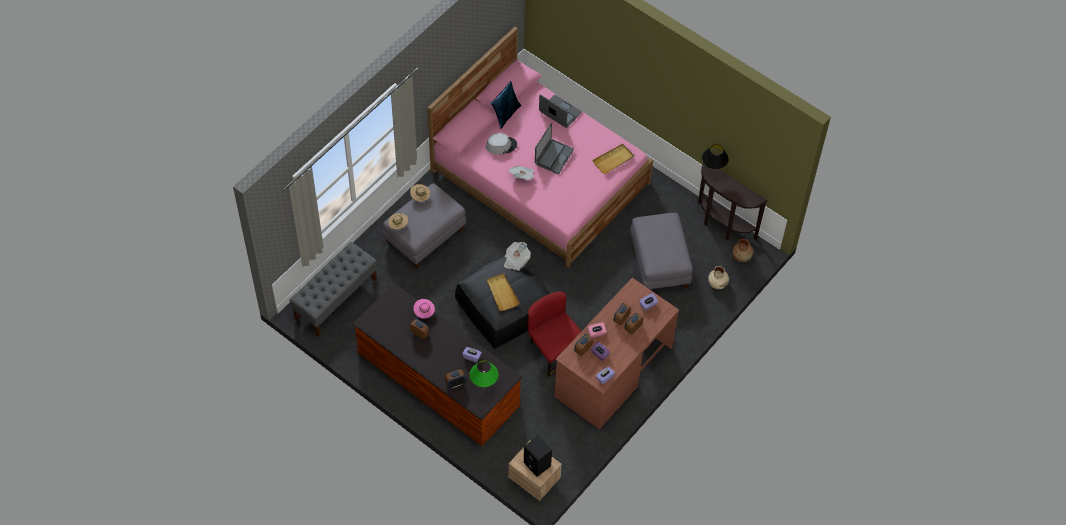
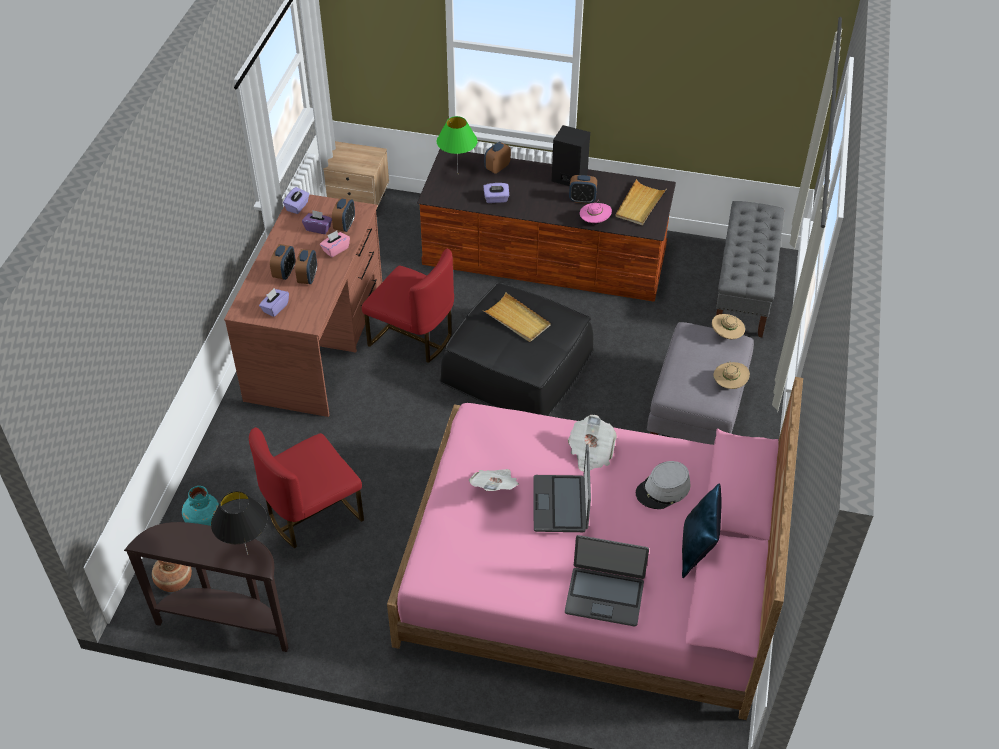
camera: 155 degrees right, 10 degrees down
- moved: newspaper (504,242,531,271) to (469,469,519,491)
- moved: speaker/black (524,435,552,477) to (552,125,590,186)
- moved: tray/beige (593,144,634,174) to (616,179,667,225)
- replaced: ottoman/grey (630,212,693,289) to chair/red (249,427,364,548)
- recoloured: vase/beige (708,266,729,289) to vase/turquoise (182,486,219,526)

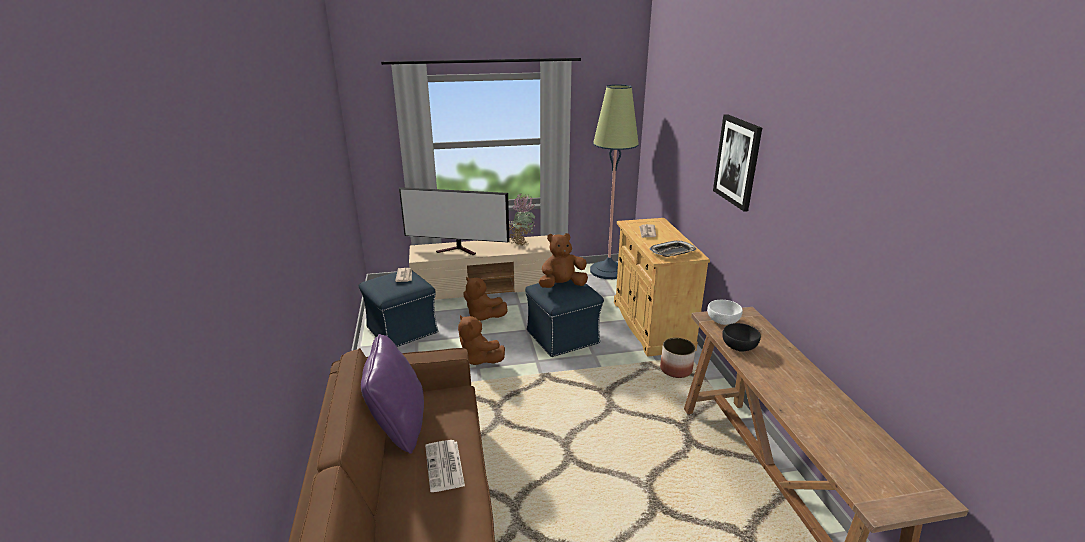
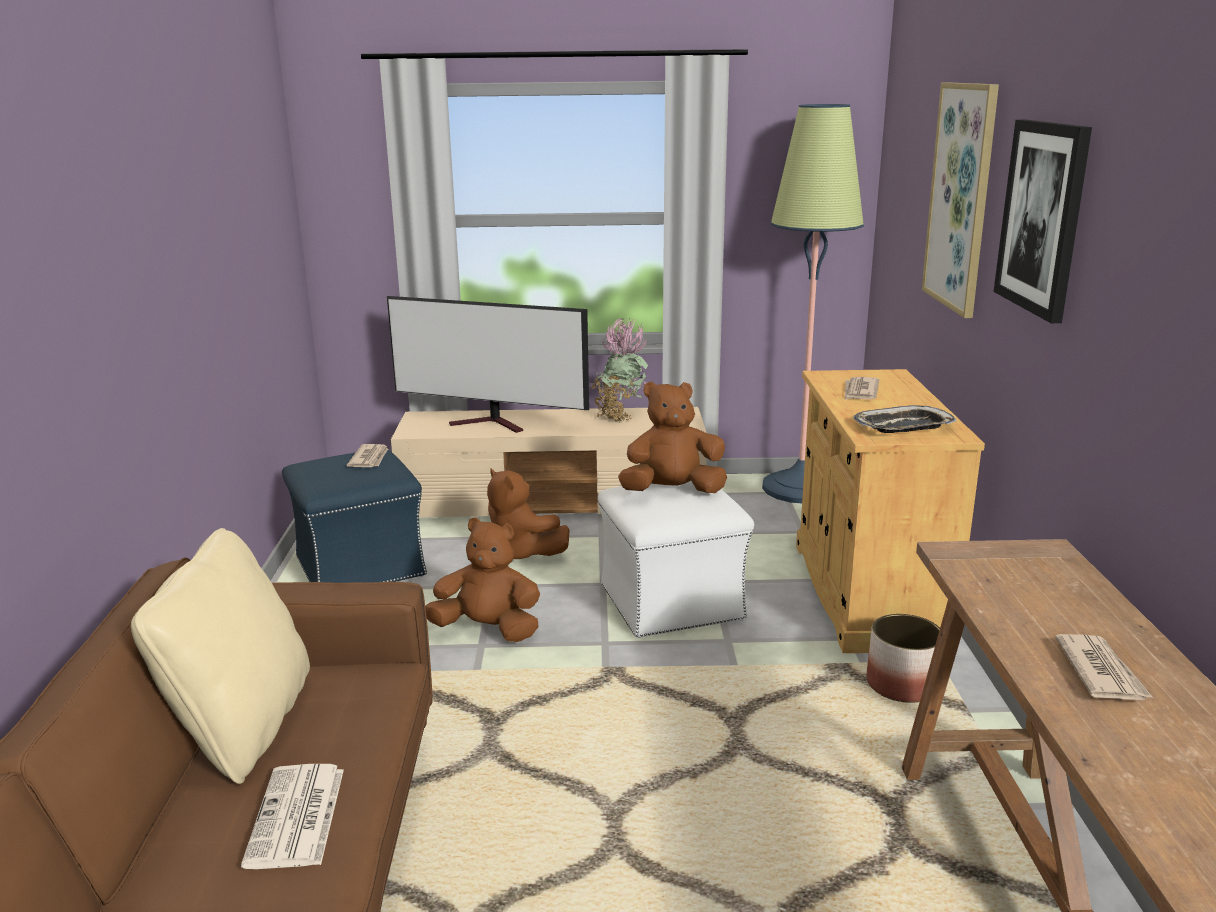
camera: 10 degrees right, 5 degrees down
- recoloured: pillow/purple (361,334,424,454) to pillow/beige (131,528,310,784)
- turned: plush toy/brown (458,315,505,365) = (425,517,540,642) 135 degrees clockwise
- recoloured: ottoman/blue (525,280,604,357) to ottoman/white (598,481,754,638)
- removed: bowl/white (707,300,743,325)
- removed: bowl/black (722,323,761,352)
- added: picture (922,82,999,318)
- added: newspaper (1055,634,1153,700)

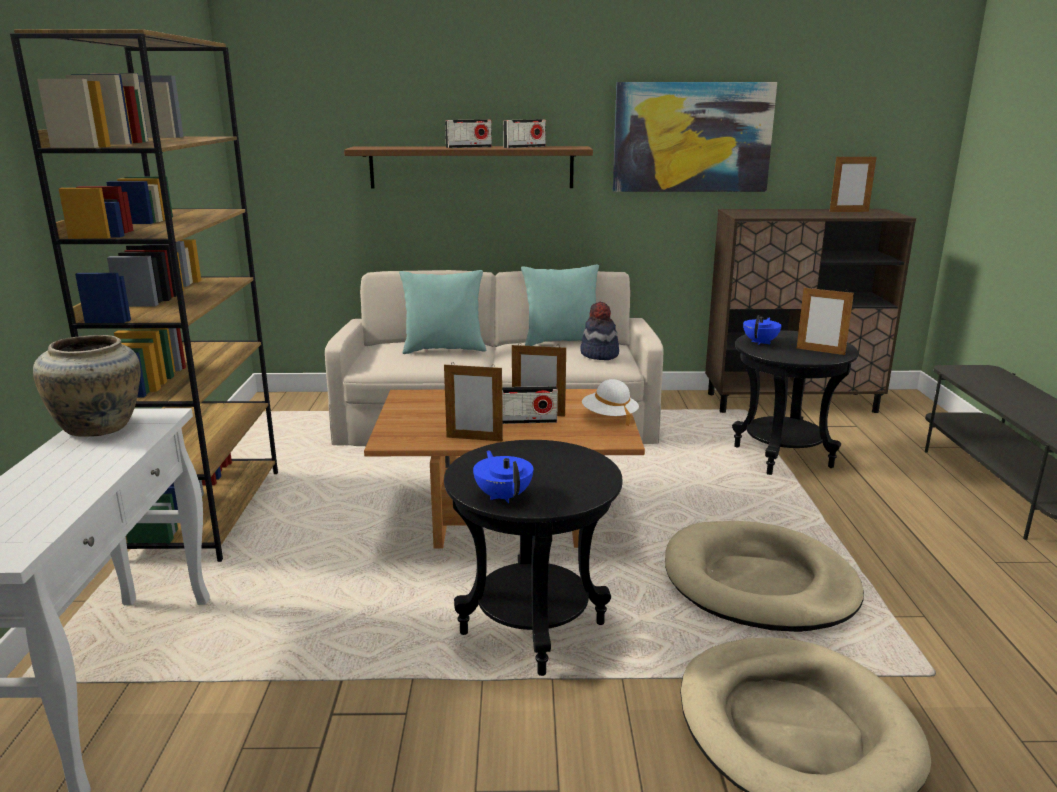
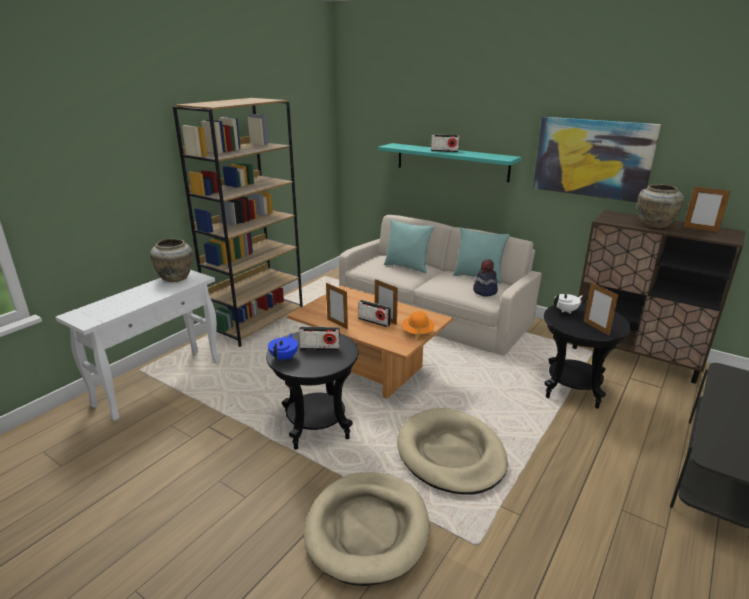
camera: 35 degrees right, 5 degrees up
- recoloured: shelf/brown (344,146,593,189) to shelf/turquoise (378,143,522,182)
- moved: radio (503,119,546,148) to (299,327,340,350)
- recoloured: hat/white (582,379,639,426) to hat/orange (402,311,435,341)
- recoloured: teapot/blue (743,315,782,345) to teapot/white (554,293,583,314)
- added: vase/beige (638,184,684,228)

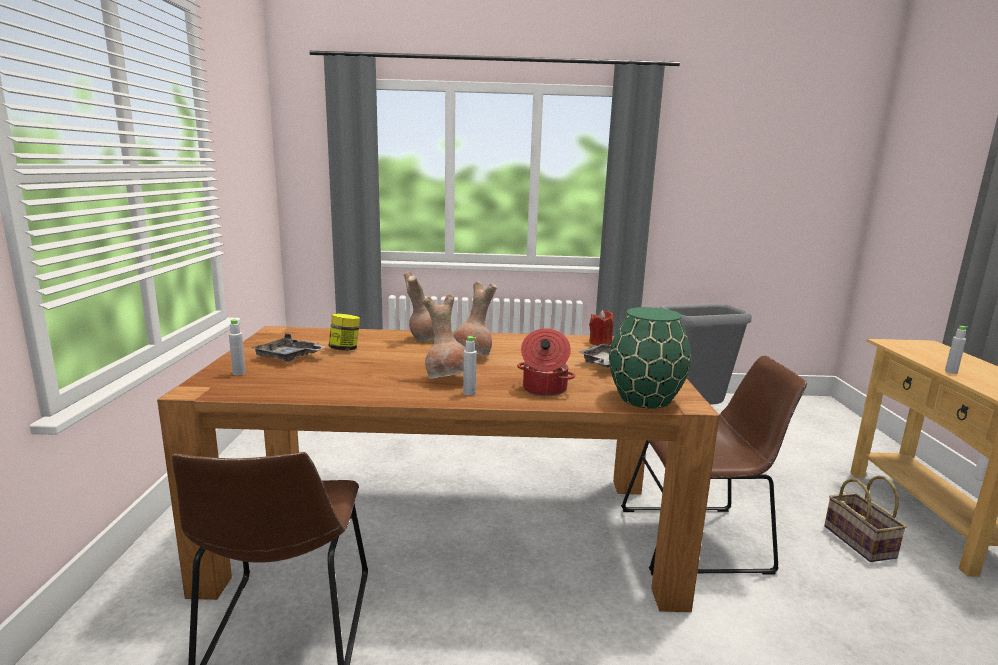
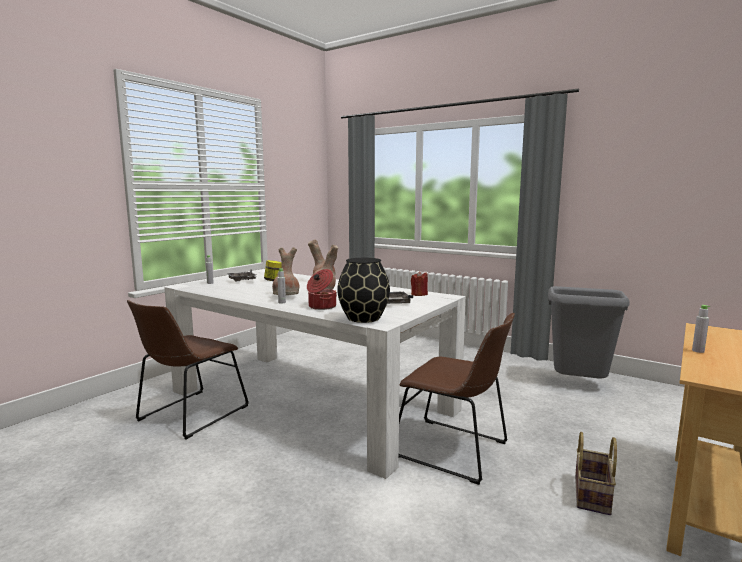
camera: 35 degrees right, 5 degrees down
- recoloured: dining table/brown (157,326,719,612) to dining table/white (164,269,466,479)
- recoloured: vase/green (609,307,691,408) to vase/black (337,258,390,323)

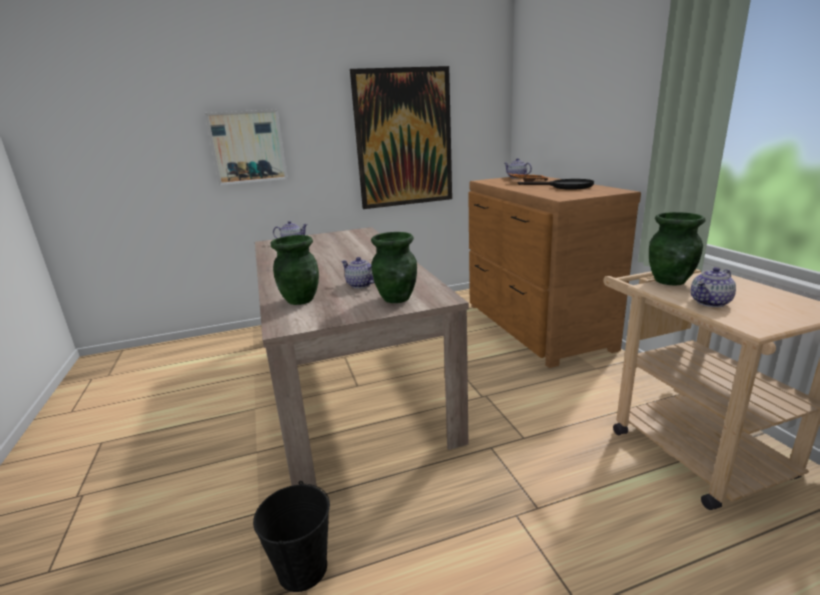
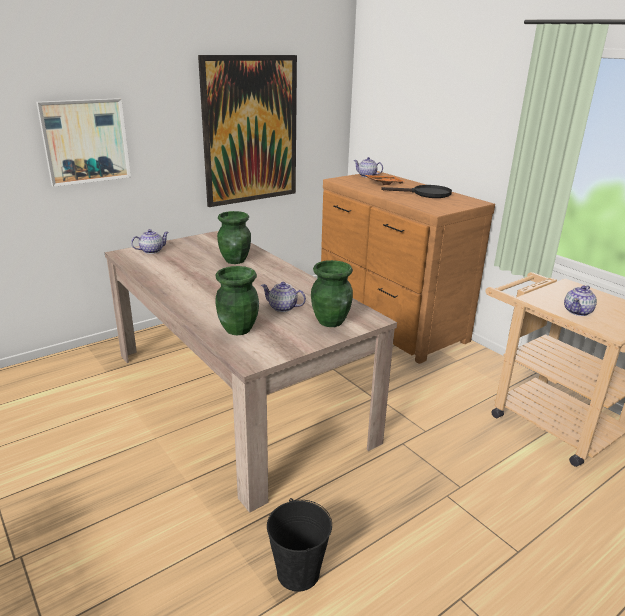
camera: 20 degrees left, 5 degrees up
- moved: vase/green (649,212,706,286) to (217,211,251,264)

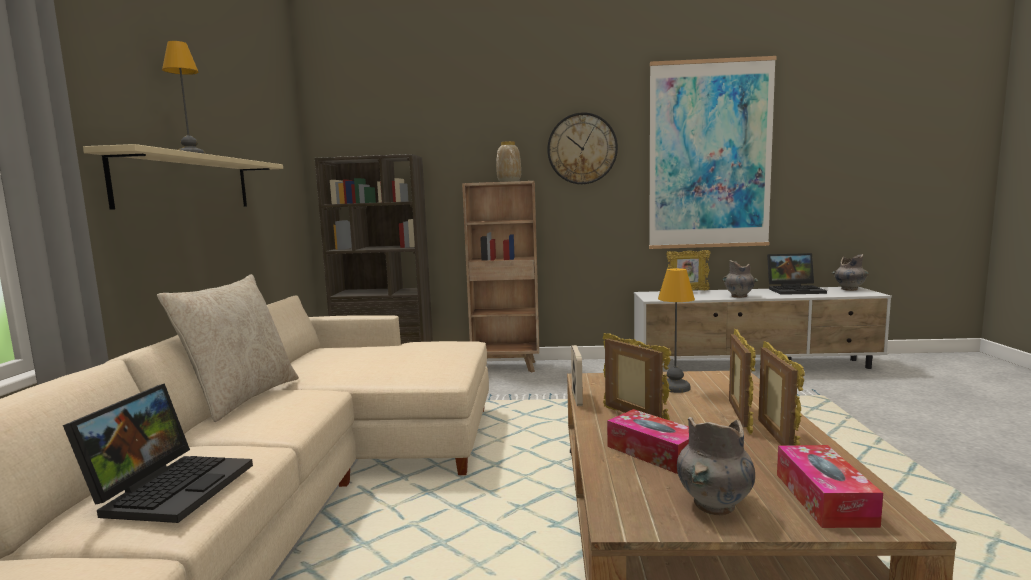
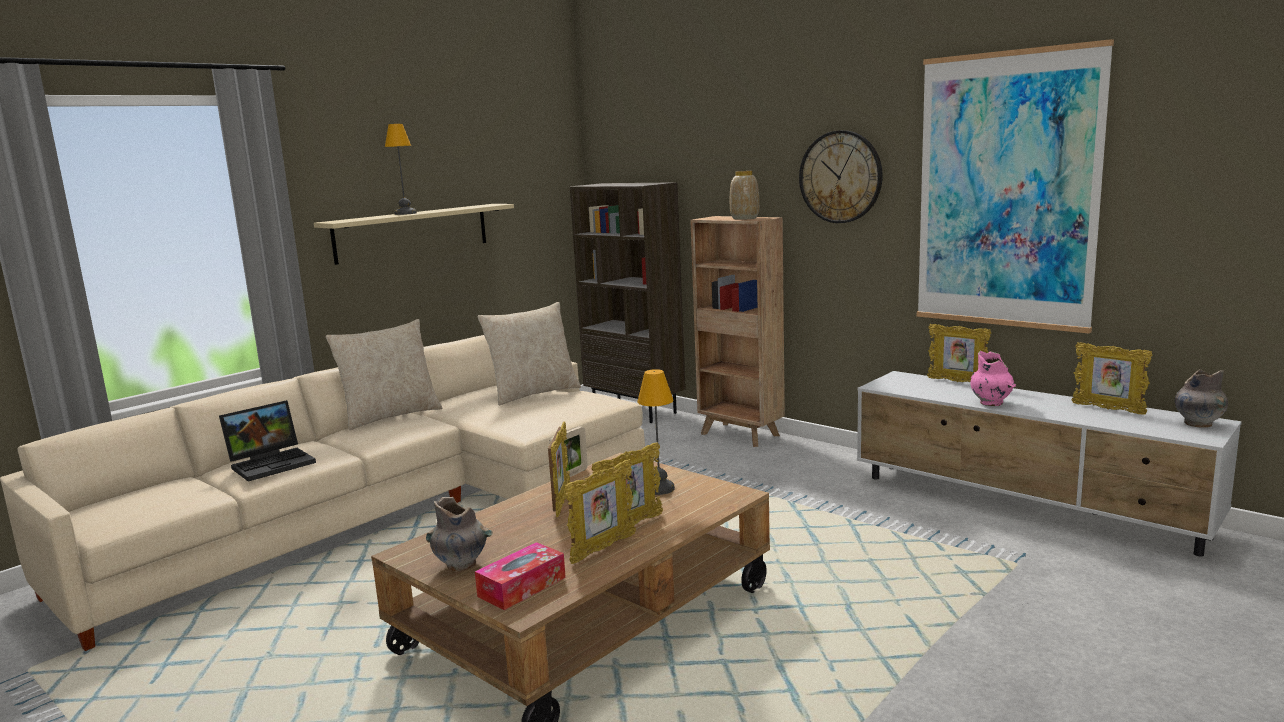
camera: 40 degrees right, 5 degrees up
- removed: tissue box (607,409,689,474)
- recoloured: vase/grey (722,260,758,298) to vase/pink (970,351,1016,406)
- replaced: laptop (767,253,827,295) to picture frame (1072,343,1153,415)
- added: pillow/beige (477,302,581,405)

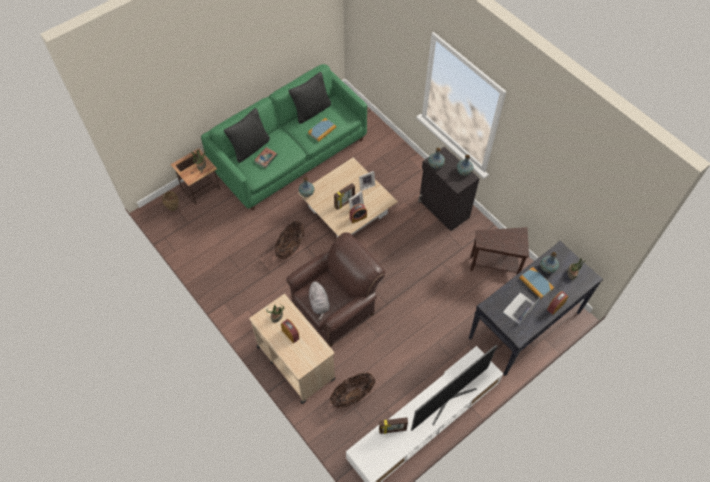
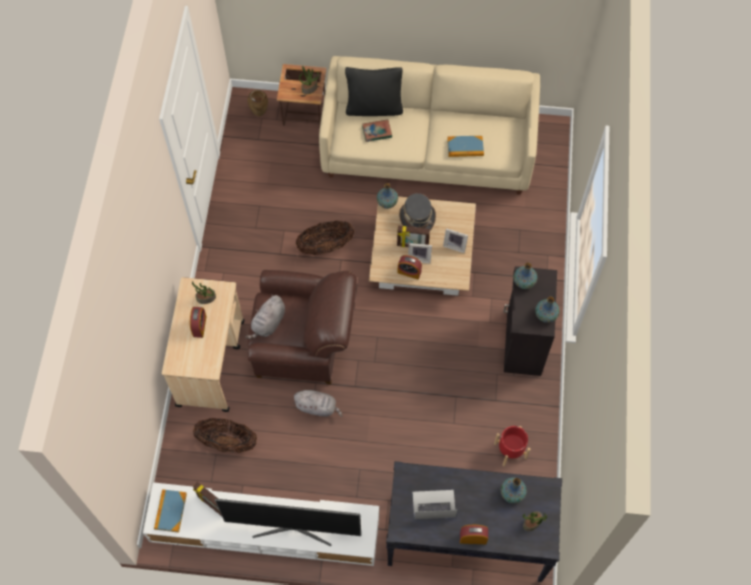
camera: 45 degrees right, 5 degrees up
- recoloured: sofa/green (201,64,367,211) to sofa/beige (319,56,540,195)
- removed: pillow/black (289,72,331,124)
- replaced: side table/brown (470,227,529,275) to planter/red (494,426,531,466)
- moved: book (520,267,554,299) to (154,489,187,533)
- added: plush toy/grey (293,390,343,417)
- added: hat/grey (399,193,436,231)

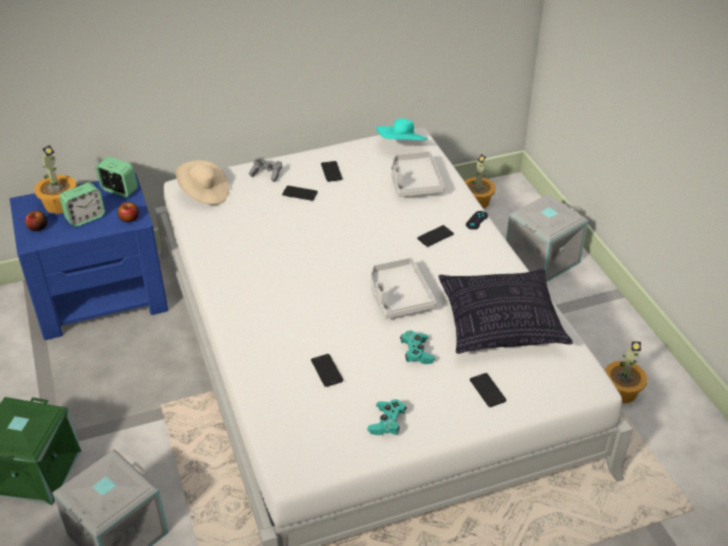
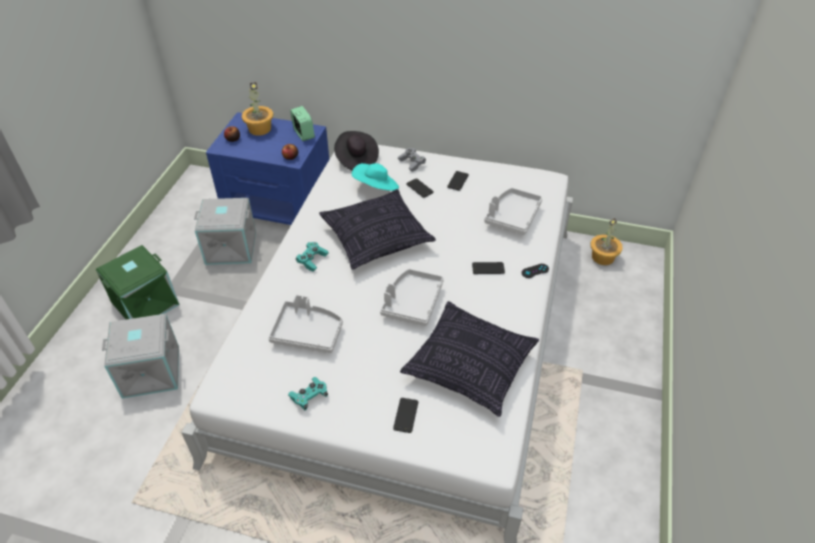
camera: 35 degrees right, 5 degrees up
- removed: alarm clock (60,182,105,227)
- recoloured: hat/beige (176,160,229,205) to hat/black (334,131,379,171)
- replaced: phone (311,354,343,387) to tray/grey (268,295,343,353)
- moved: hat/turquoise (376,118,428,140) to (352,163,399,191)
- moved: game controller/turquoise (400,330,435,364) to (296,242,329,272)
- moved: storage box/grey (506,194,589,282) to (194,198,256,265)
- removed: potted plant (605,341,647,403)
- added: pillow (319,189,436,270)

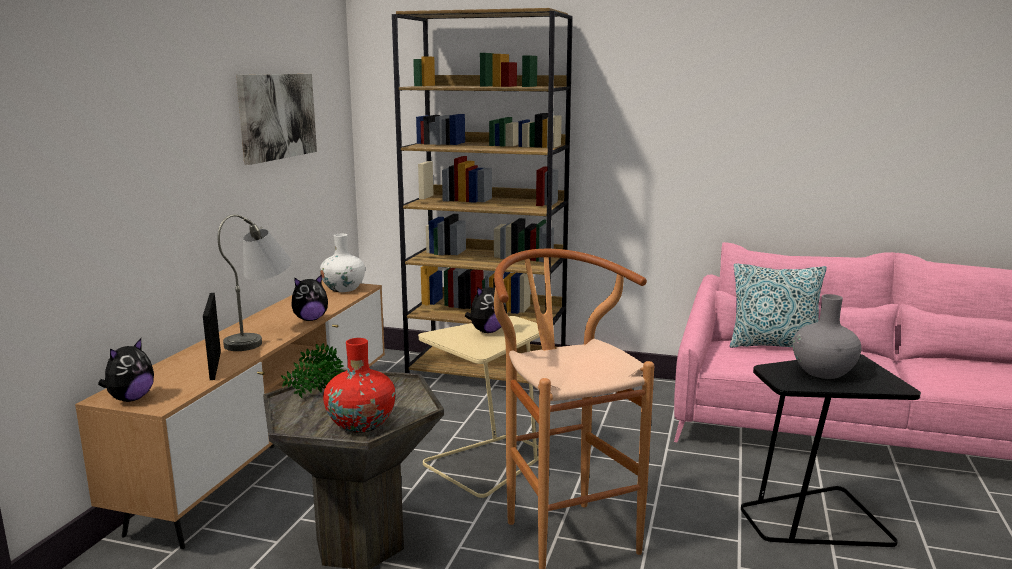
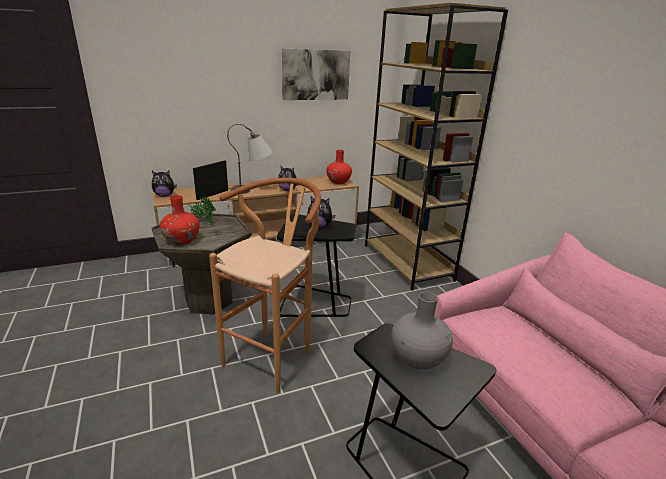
camera: 50 degrees right, 10 degrees up
- recoloured: vase/white (320,234,365,292) to vase/red (326,150,352,184)
- recoloured: side table/beige (418,316,540,498) to side table/black (277,214,356,317)
- removed: pillow (730,263,827,348)

